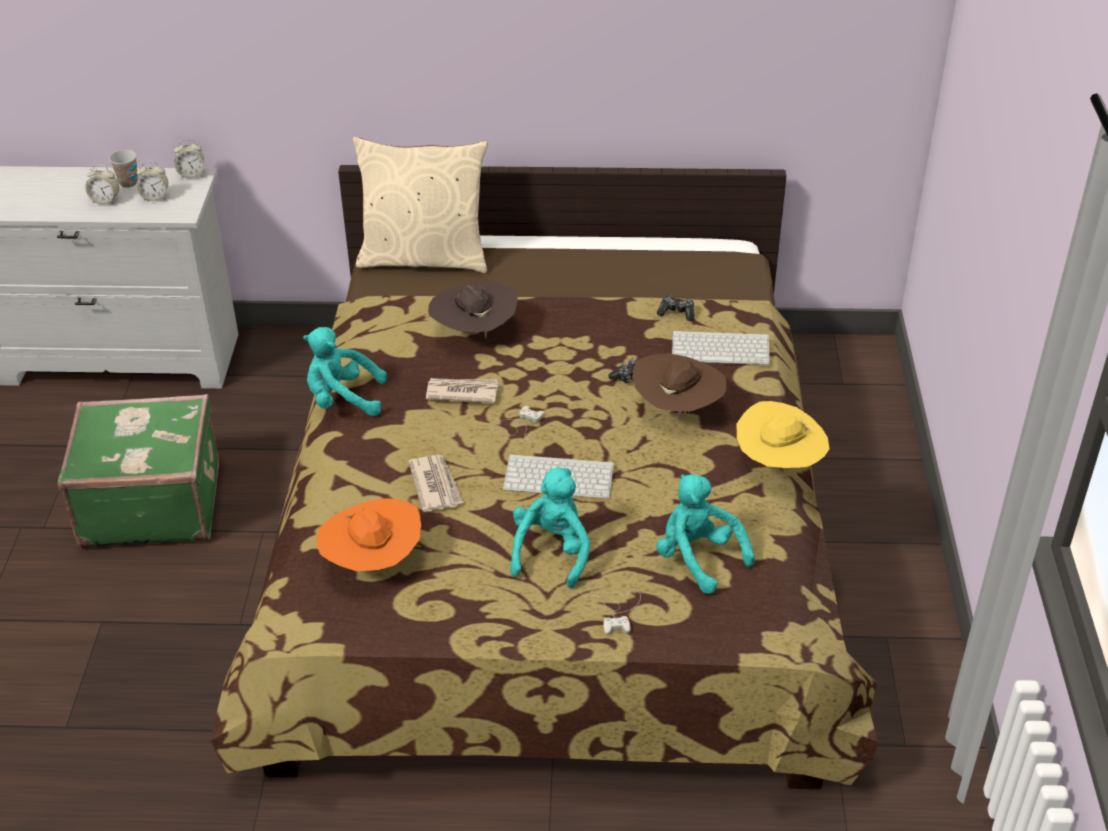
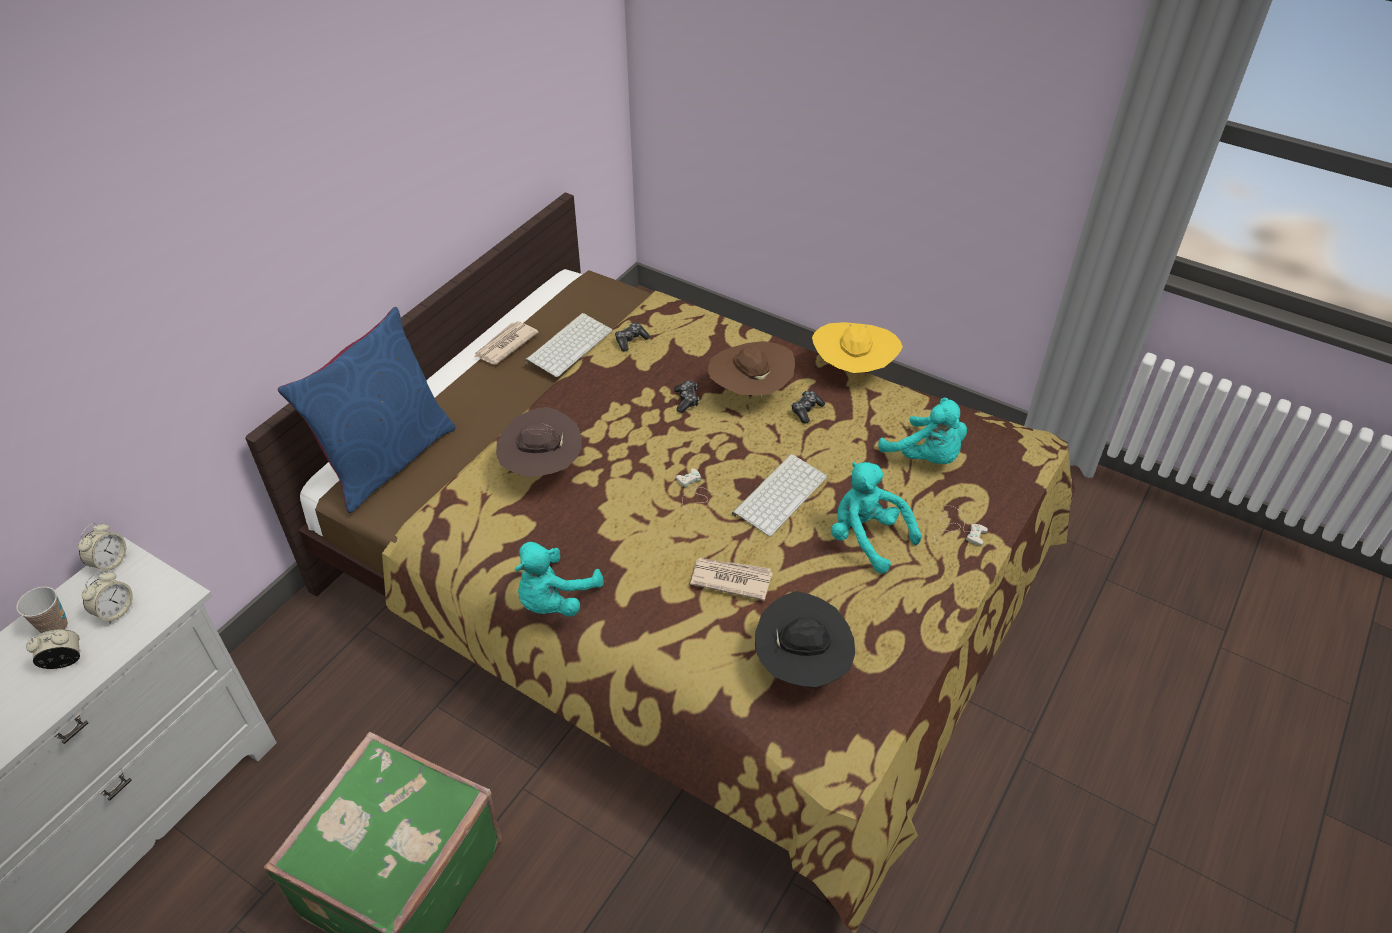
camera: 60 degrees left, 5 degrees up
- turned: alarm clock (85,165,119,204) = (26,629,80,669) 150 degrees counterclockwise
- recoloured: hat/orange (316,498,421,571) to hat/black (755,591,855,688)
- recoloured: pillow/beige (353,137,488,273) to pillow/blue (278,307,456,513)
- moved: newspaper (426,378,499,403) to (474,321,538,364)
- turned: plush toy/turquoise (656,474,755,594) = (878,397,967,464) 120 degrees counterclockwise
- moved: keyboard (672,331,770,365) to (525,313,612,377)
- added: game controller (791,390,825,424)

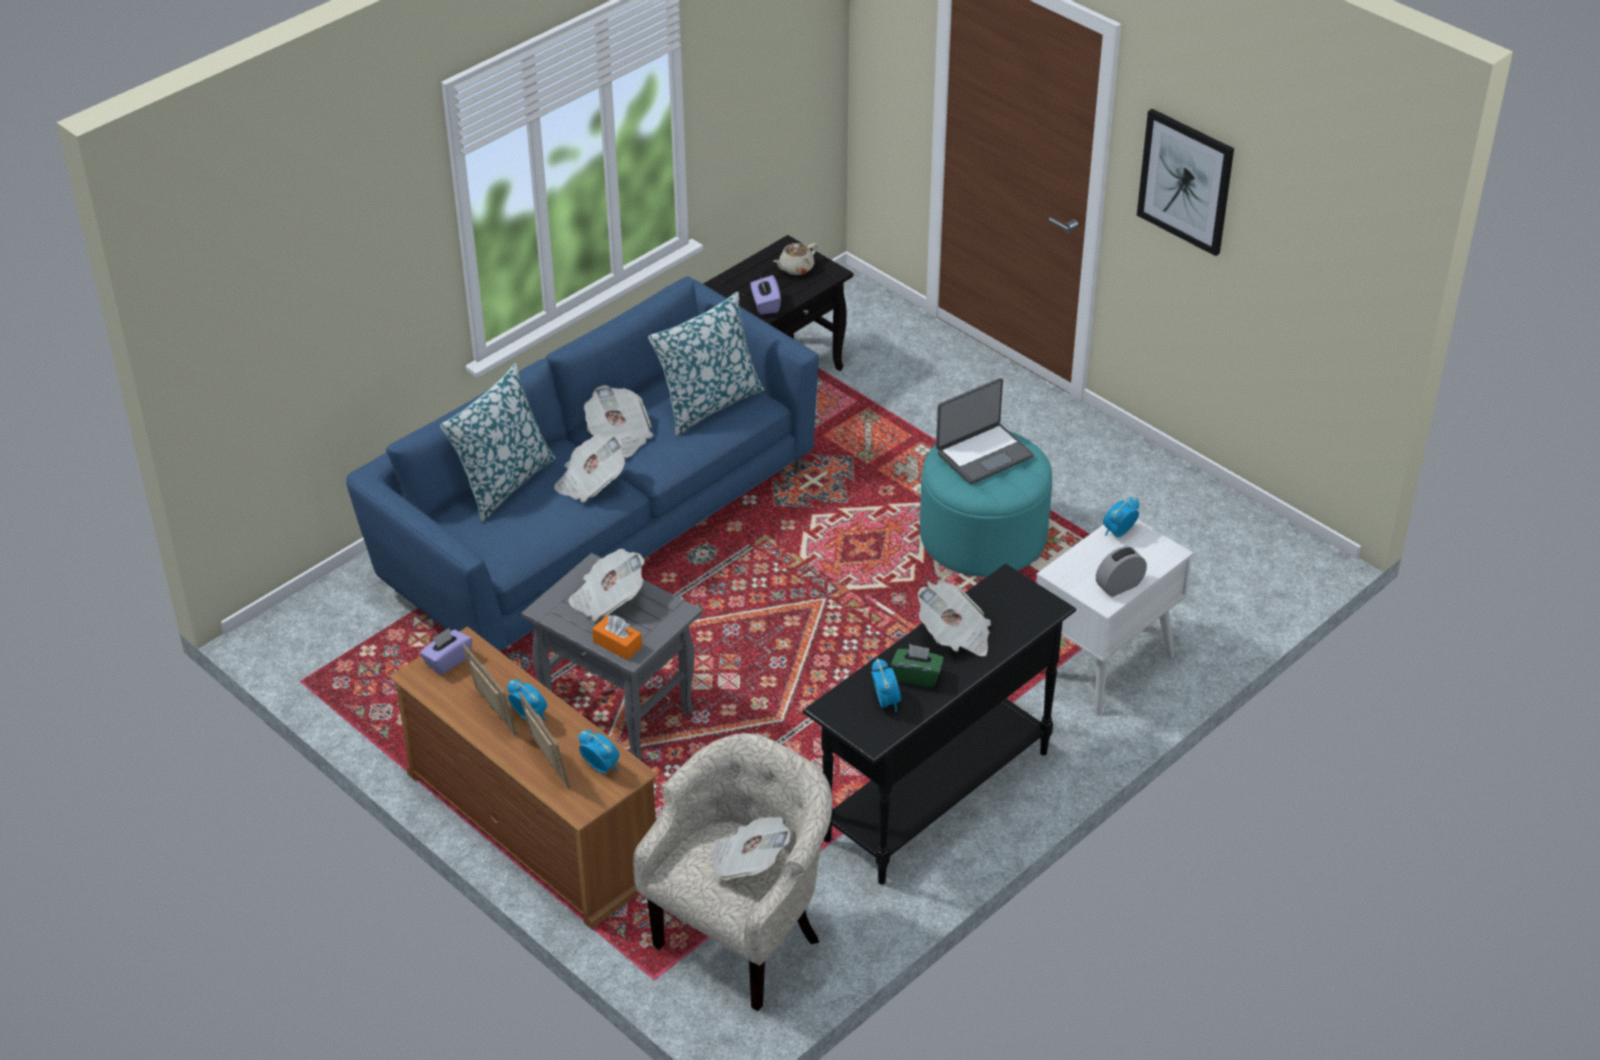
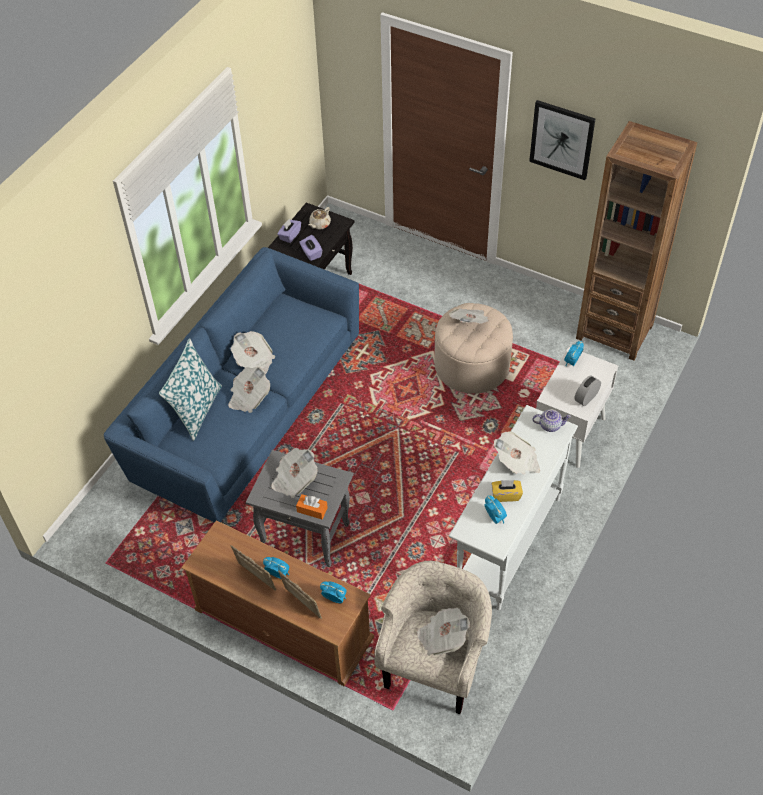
camera: 15 degrees left, 10 degrees up
- moved: tissue box/purple (420,628,472,675) to (277,219,301,243)
- removed: pillow (648,292,764,436)
- recoloured: console table/black (802,563,1076,885) to console table/white (448,405,578,610)
- recoloured: tissue box/green (891,644,944,687) to tissue box/yellow (492,480,523,502)
- recoloured: ottoman/turquoise (920,431,1052,577) to ottoman/beige (434,303,513,394)
- replaced: laptop (936,378,1034,485) to newspaper (449,308,489,323)
- added: teapot (532,409,571,432)
- added: bookcase/brown (576,121,697,361)

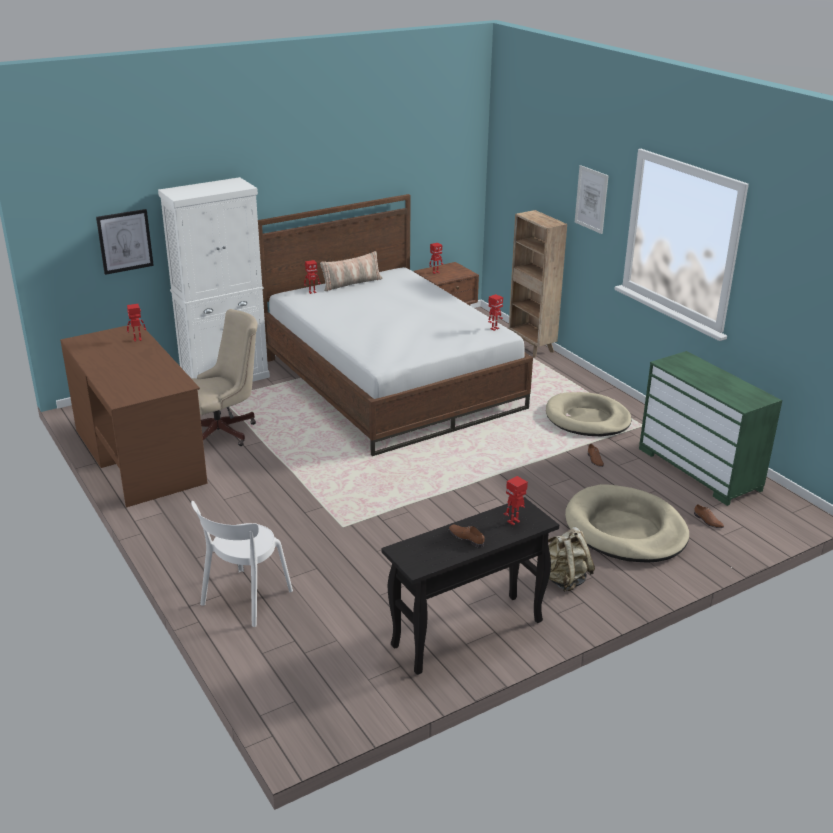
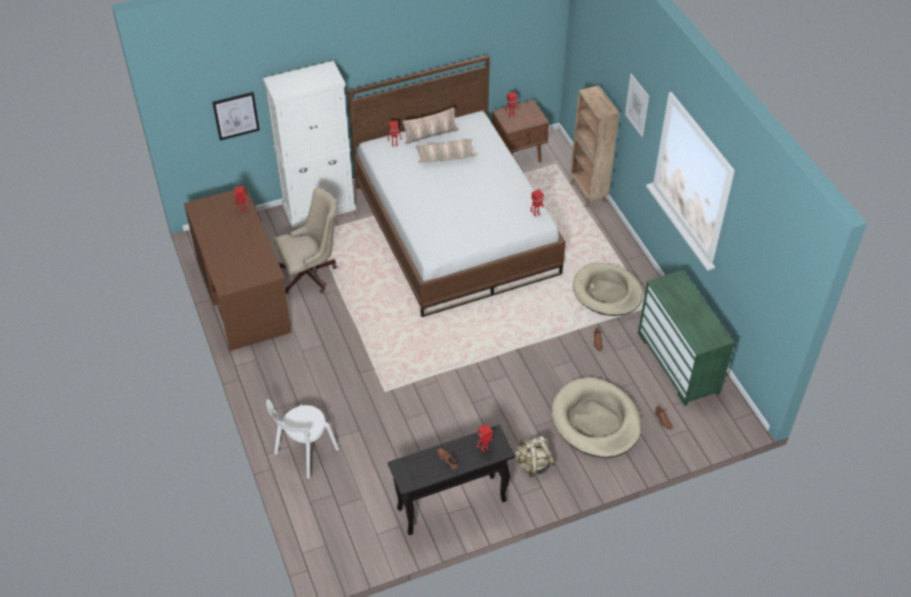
camera: 10 degrees right, 20 degrees up
- added: pillow (416,139,476,163)

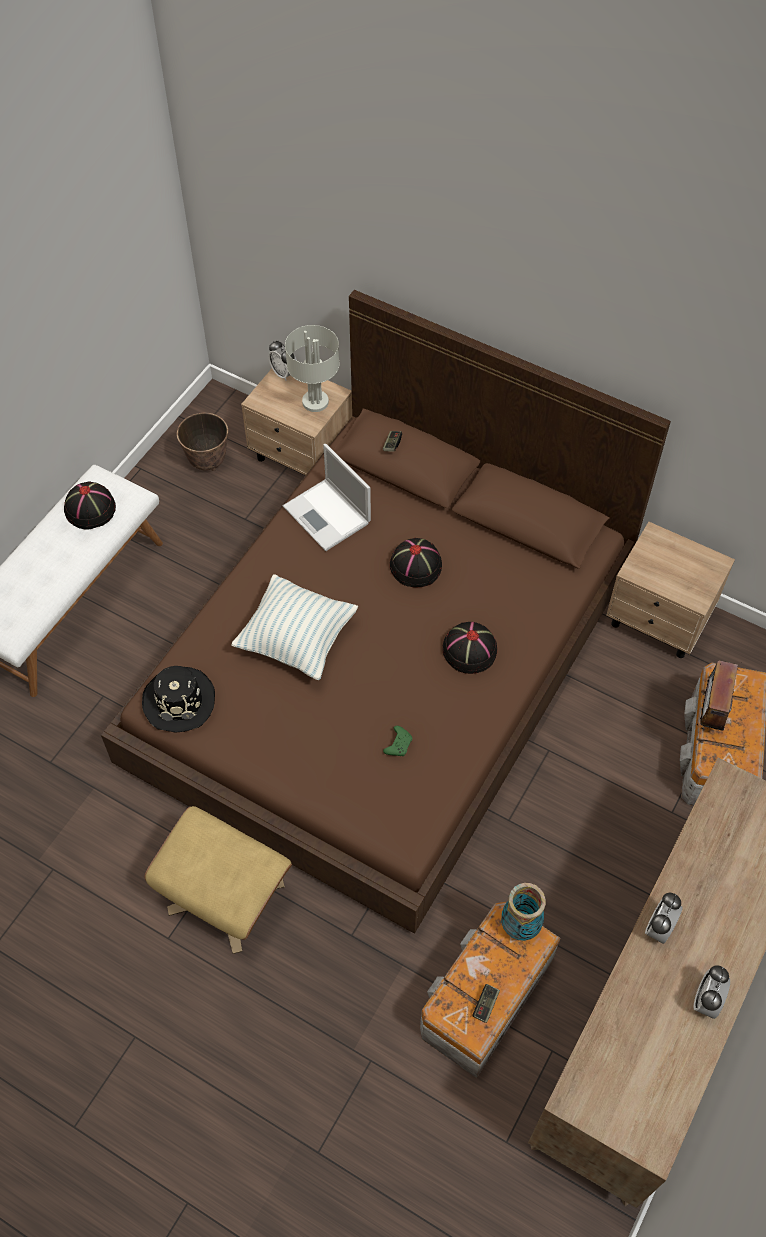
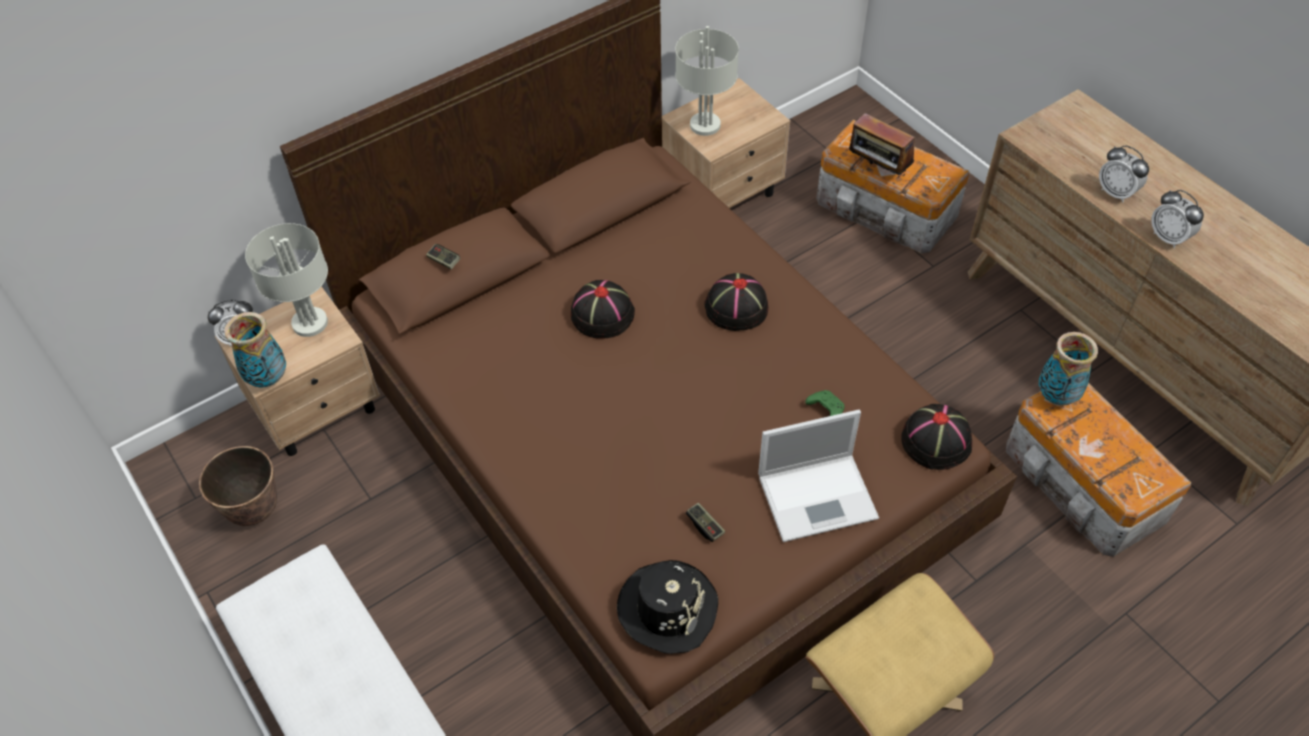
camera: 65 degrees left, 5 degrees down
- moved: hat/black (64,482,116,530) to (901,404,972,470)
- removed: pillow (231,574,358,680)
- moved: laptop (283,444,371,551) to (758,410,879,542)
- moved: game controller (472,984,500,1023) to (686,503,725,542)
- moved: alarm clock (693,965,730,1019) to (1099,145,1149,203)
- added: vase (225,312,286,388)
- added: table lamp/grey (675,26,739,136)

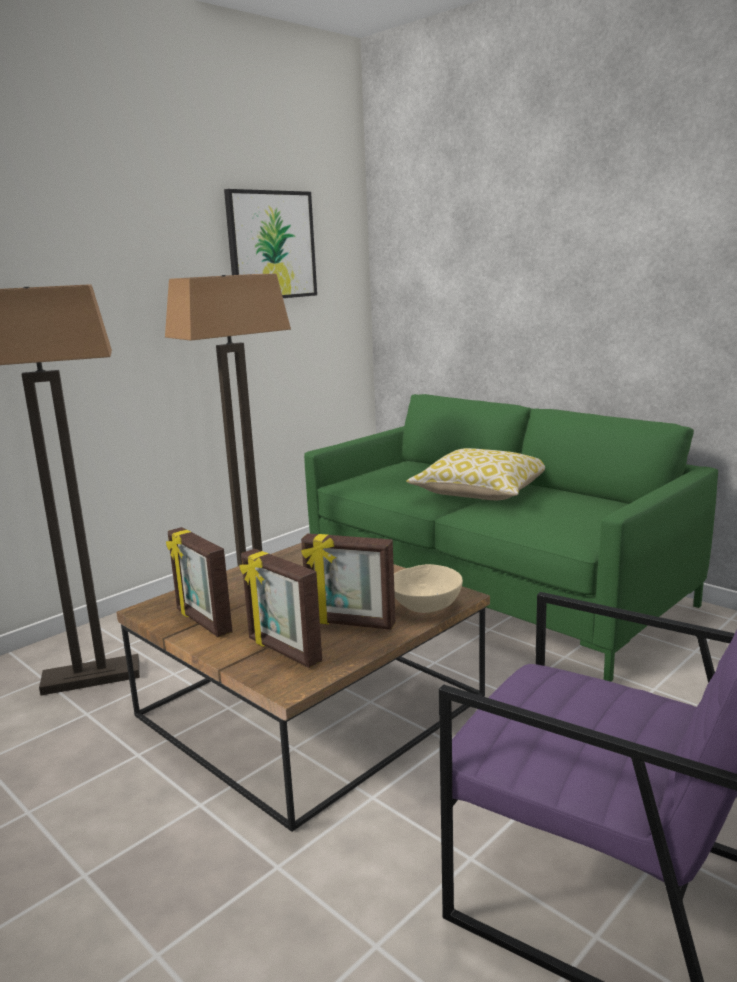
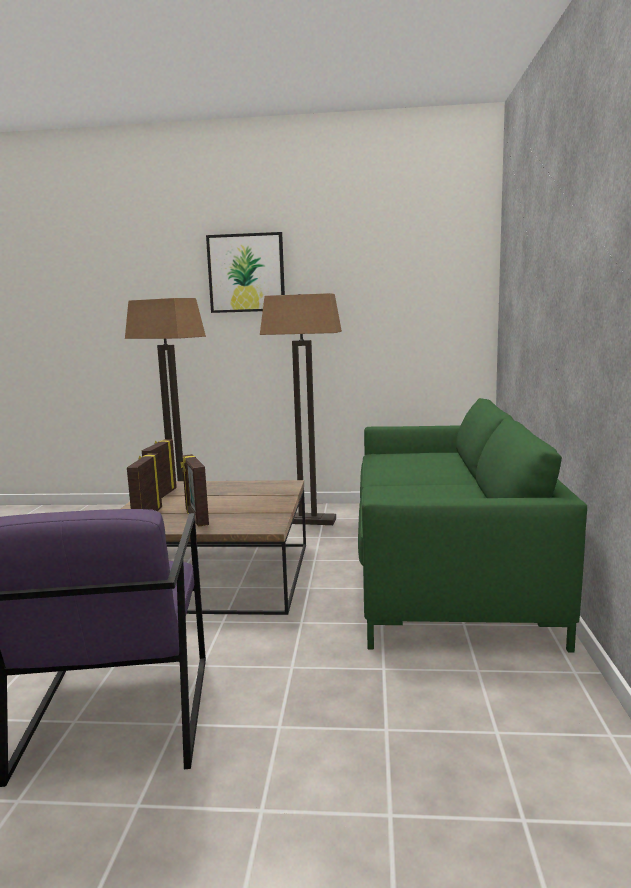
camera: 50 degrees right, 5 degrees down
- moved: picture (224,189,317,298) to (206,232,285,313)
- removed: bowl/beige (394,564,463,613)
- removed: pillow (406,448,545,500)

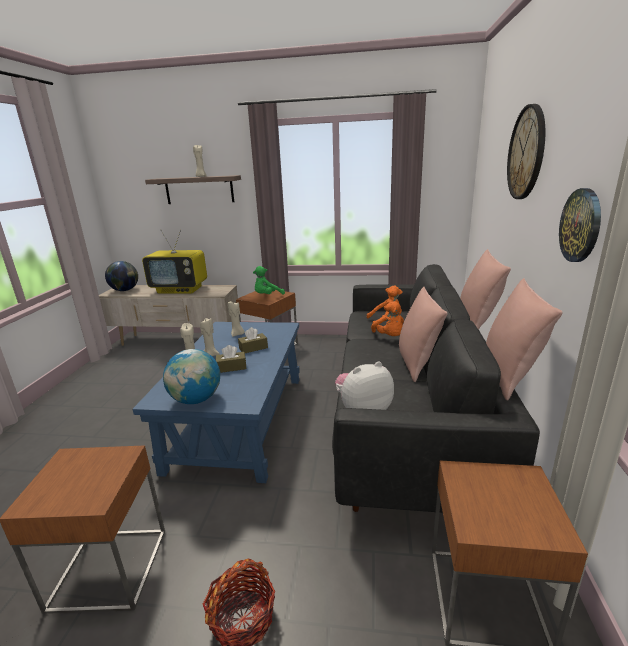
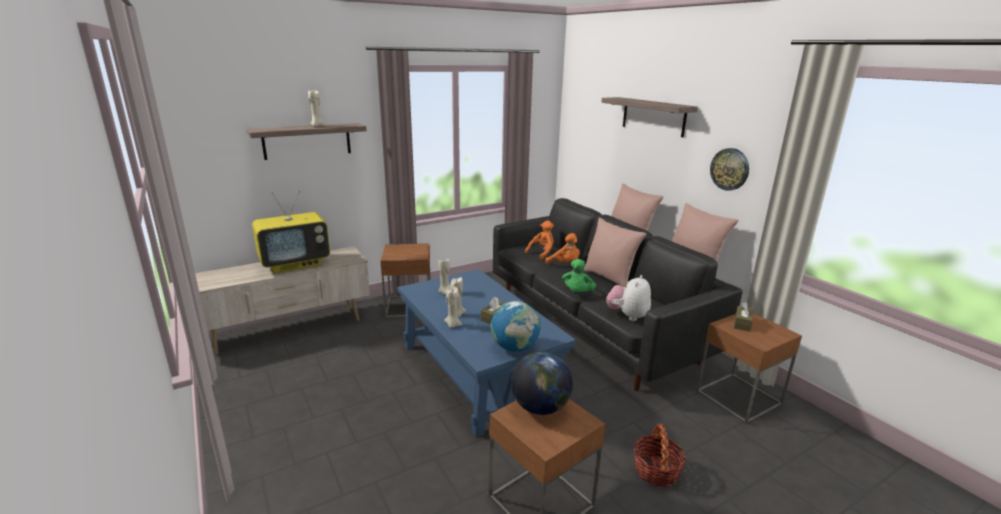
camera: 40 degrees left, 0 degrees up
- moved: globe (105,261,138,291) to (511,351,573,415)
- moved: tissue box/brown (238,327,268,353) to (734,302,753,332)
- moved: plush toy/green (253,266,285,295) to (562,259,596,292)
- replaced: wall clock (507,104,545,199) to shelf (601,97,698,137)

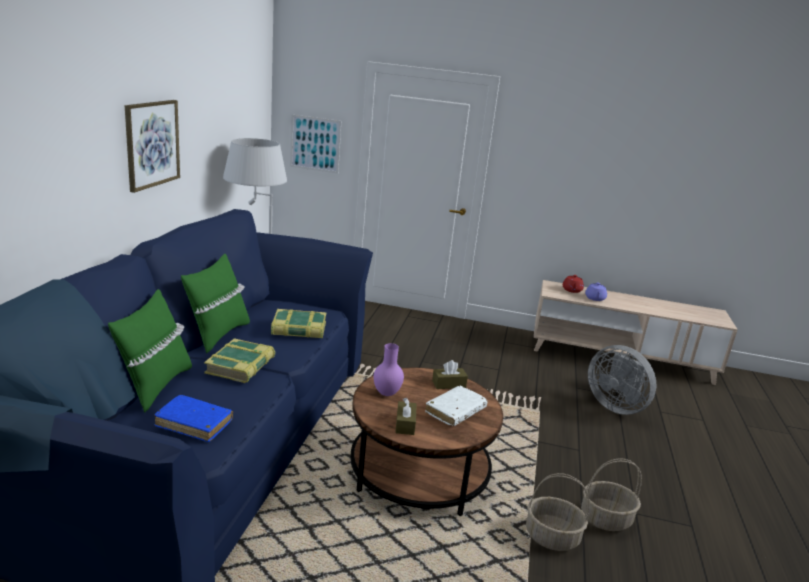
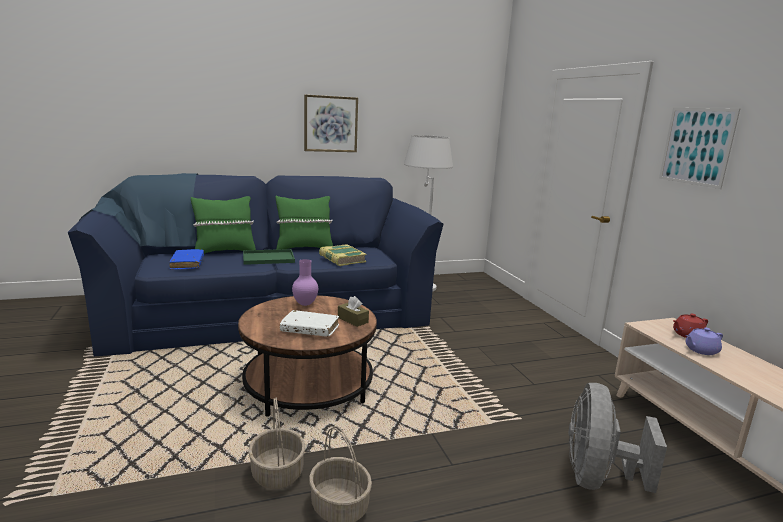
camera: 60 degrees right, 5 degrees down
- replaced: book (204,338,275,383) to tray/green (243,249,295,265)
- moved: picture (290,114,341,174) to (659,108,740,189)
- removed: tissue box/brown (395,398,417,435)

